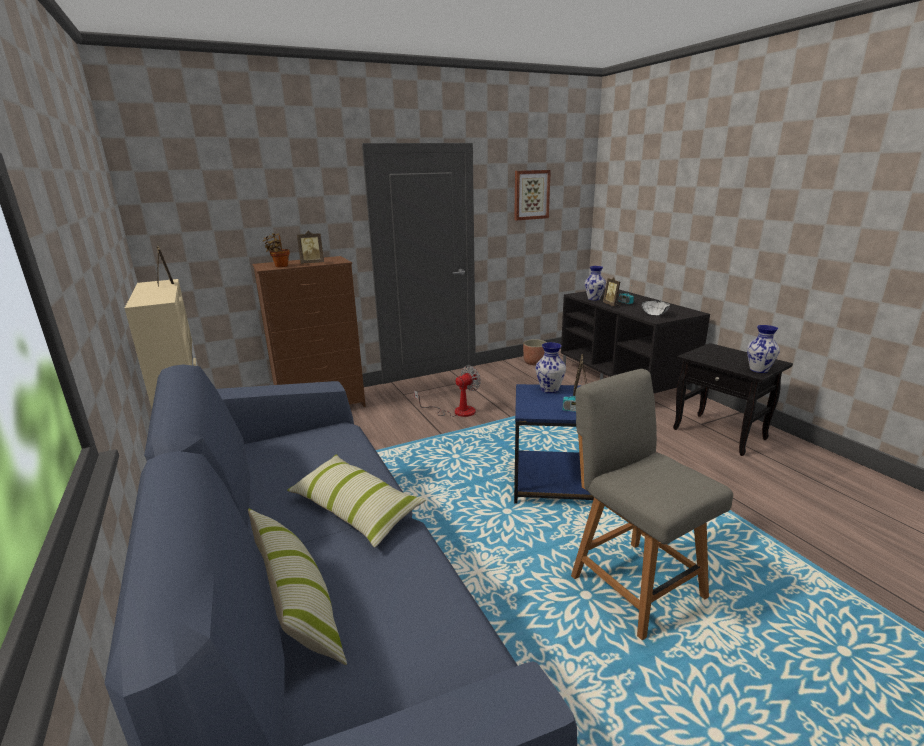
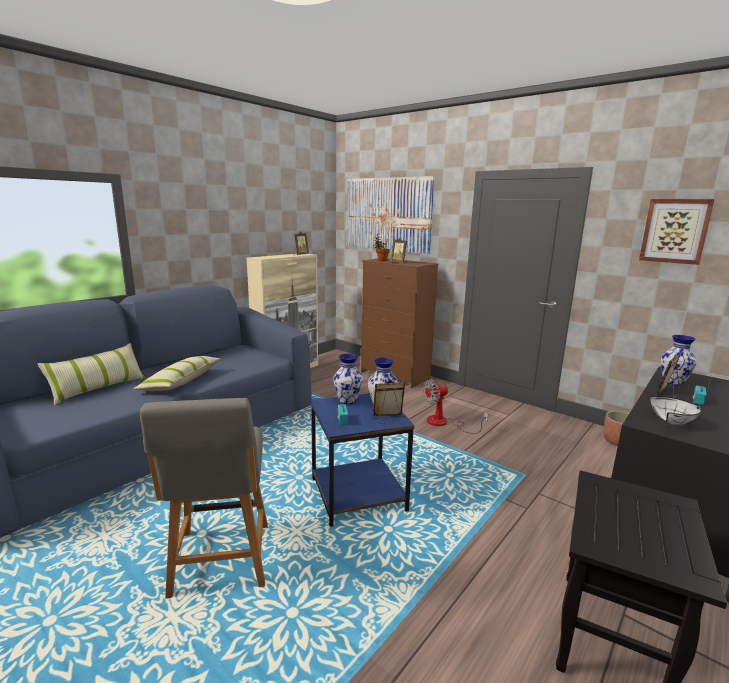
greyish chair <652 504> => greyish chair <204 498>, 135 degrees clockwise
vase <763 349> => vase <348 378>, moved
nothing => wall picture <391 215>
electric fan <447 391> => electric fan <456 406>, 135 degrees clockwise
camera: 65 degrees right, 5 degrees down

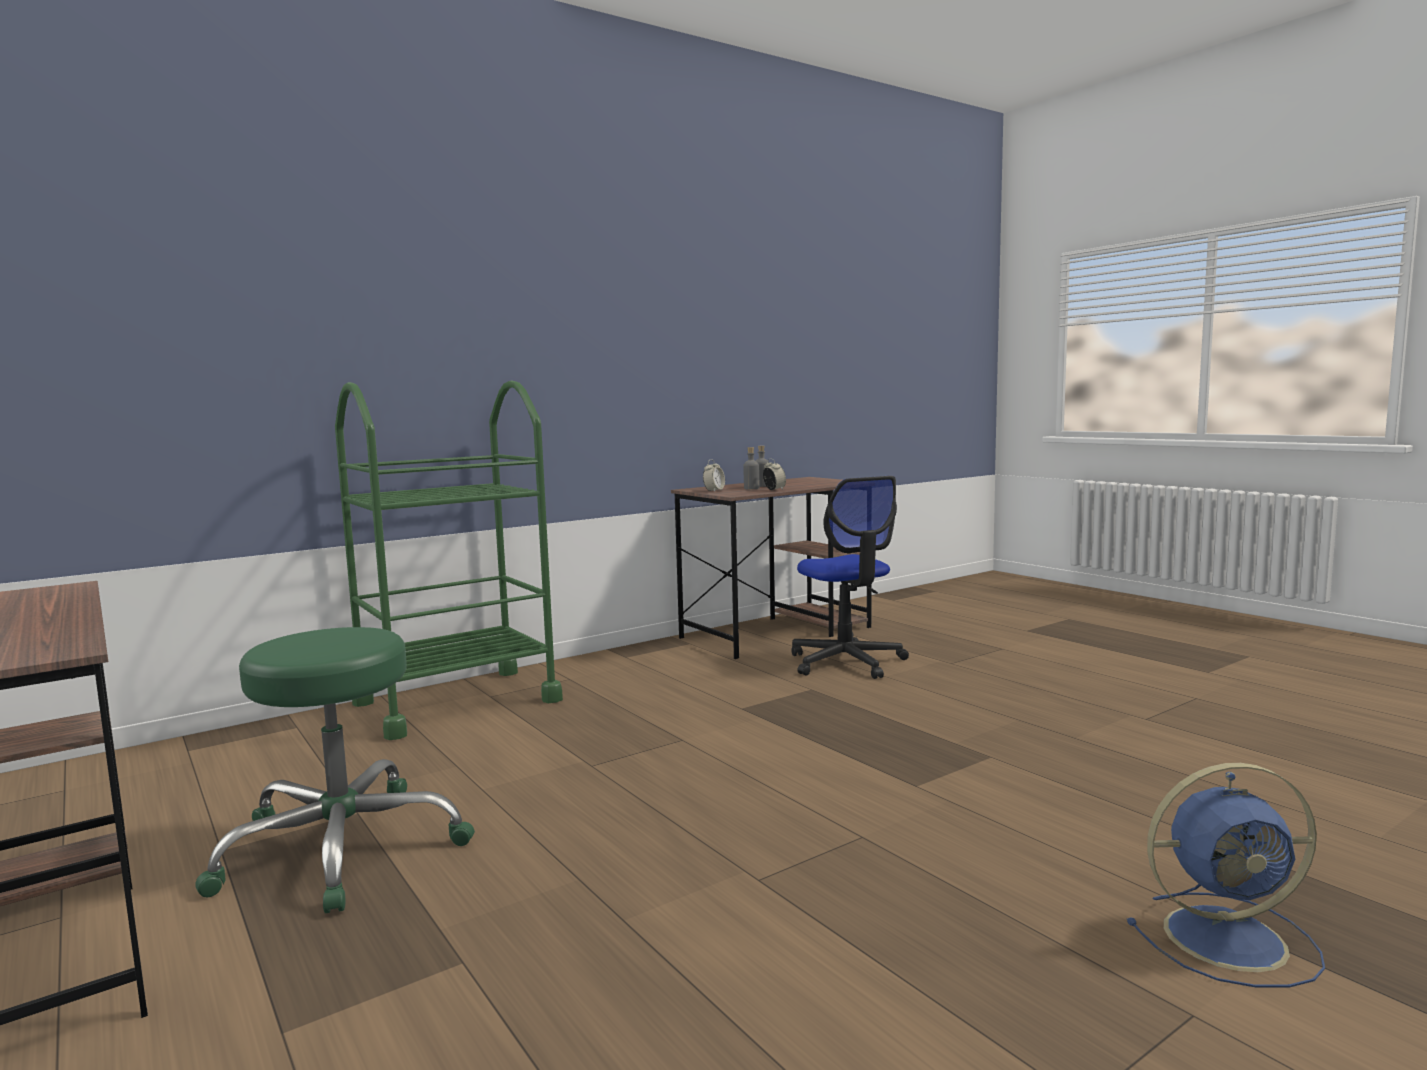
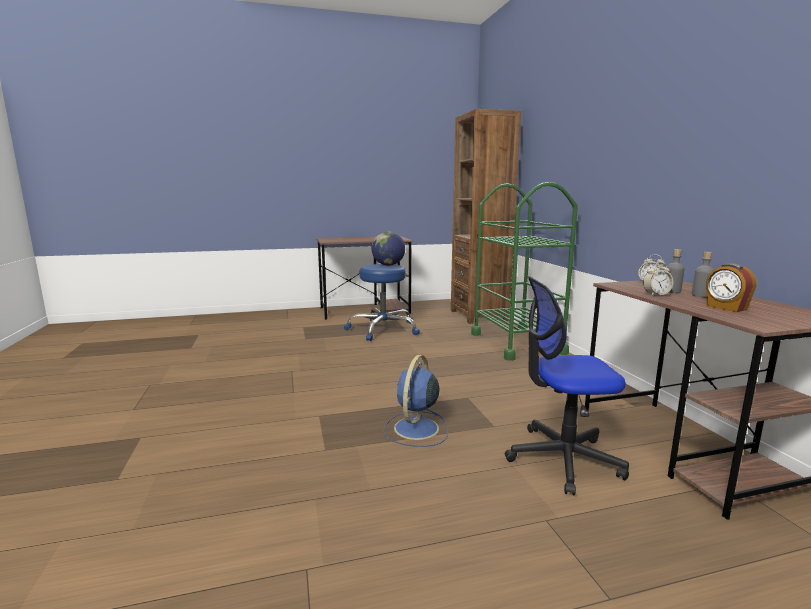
greenish stool <335 770> => bluish stool <382 302>
nothing => globe <388 248>
bluish electric fan <1225 875> => bluish electric fan <415 401>, moved
nothing => brown-coloured shelving unit <486 216>
nothing => alarm clock <731 287>
camera: 110 degrees right, 5 degrees up

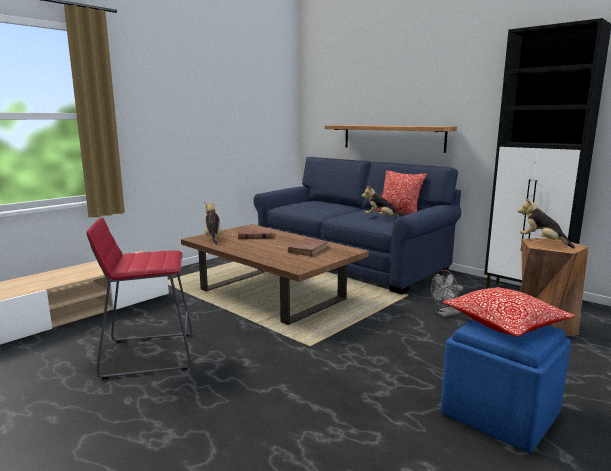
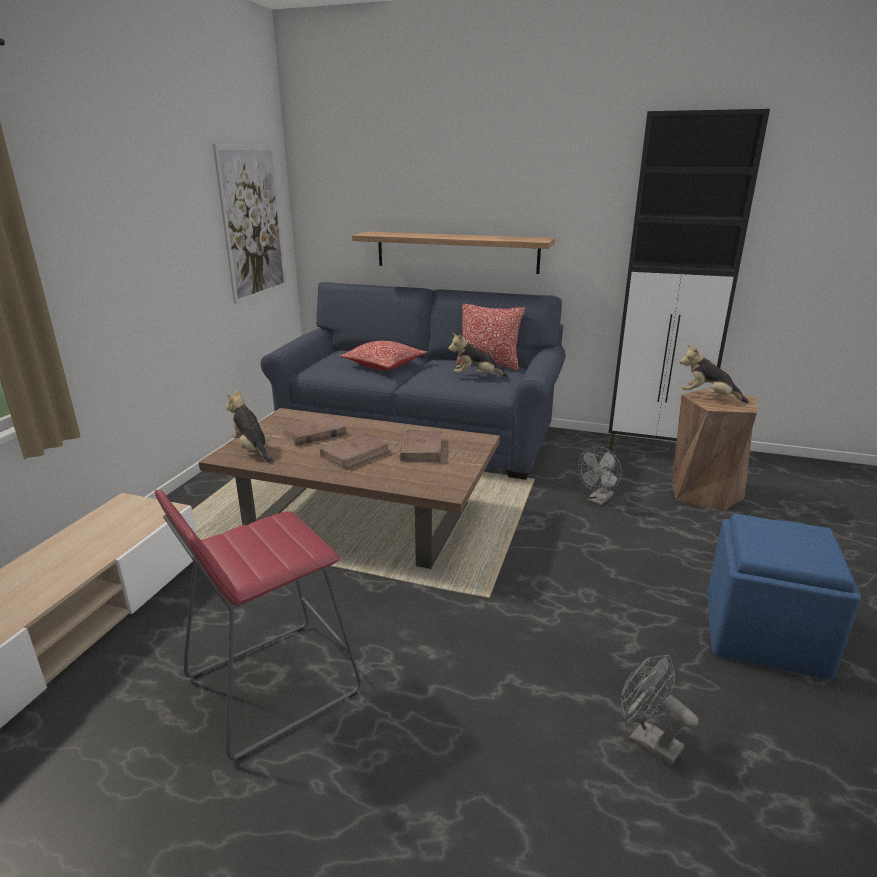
nothing => wall picture <250 224>
nothing => brown-coloured book <355 451>
cushion <509 312> => cushion <383 355>, moved
nothing => greyish electric fan <659 709>
camera: 25 degrees left, 10 degrees up

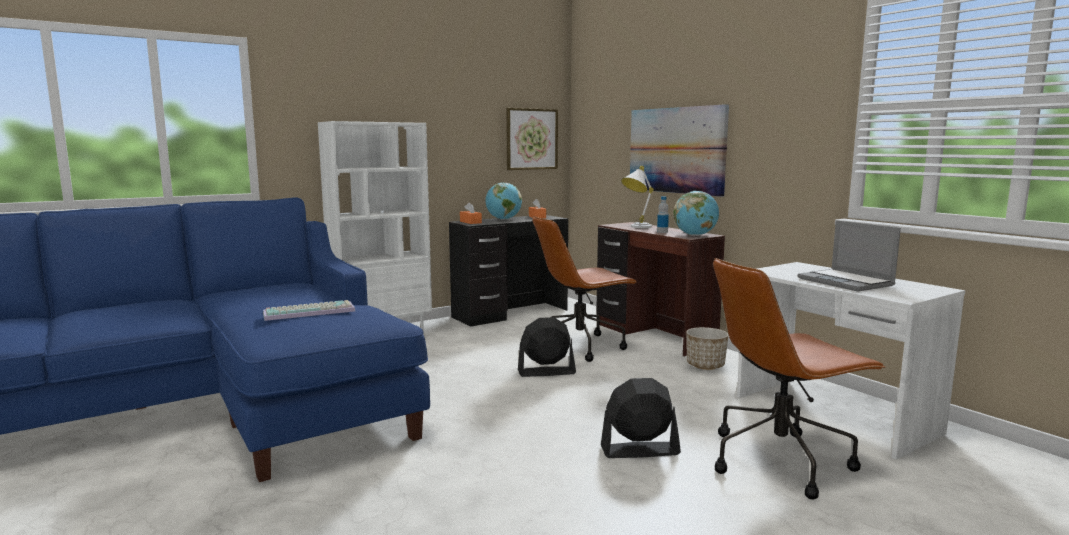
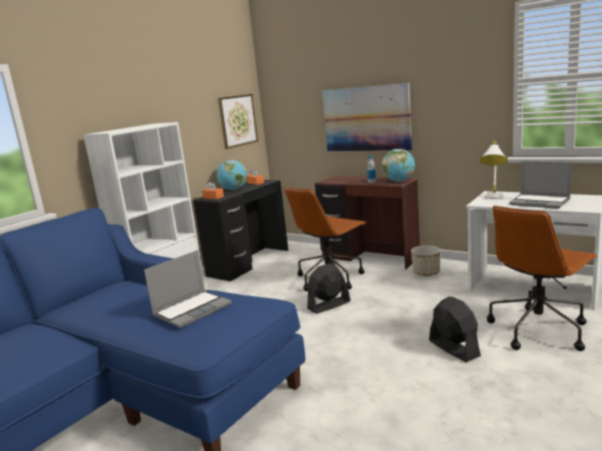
computer keyboard <309 310> => portable computer <188 289>
black electric fan <641 418> => black electric fan <455 329>, 90 degrees clockwise
white-coloured table lamp <637 197> => white-coloured table lamp <493 170>, moved
camera: 20 degrees left, 5 degrees up

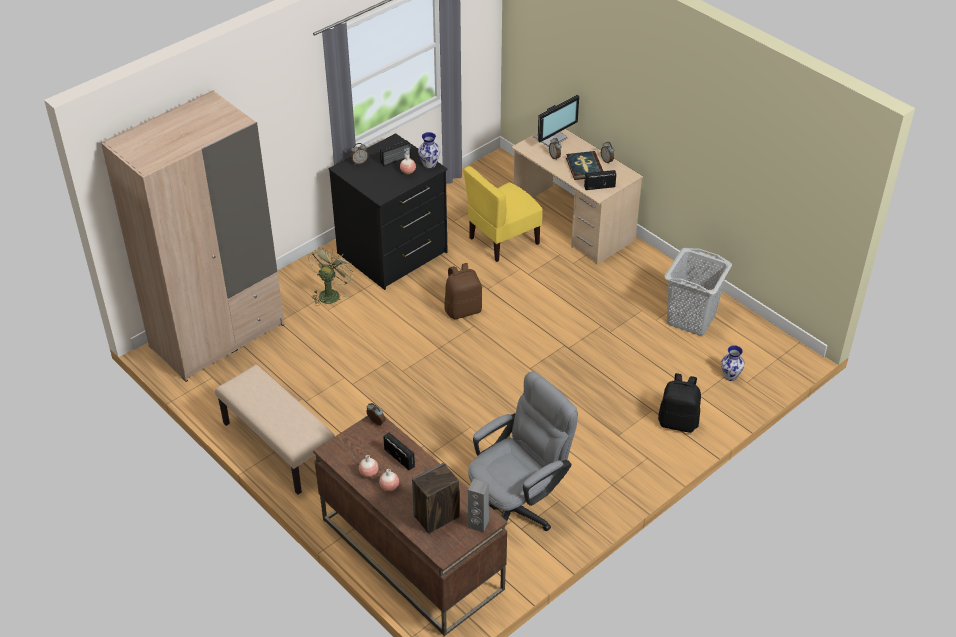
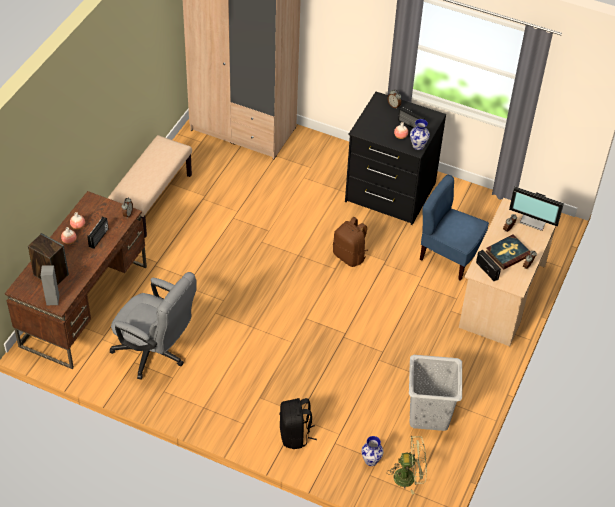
greenish electric fan <331 276> => greenish electric fan <407 465>, moved
yellow chair <503 214> => bluish chair <454 228>
camera: 65 degrees right, 5 degrees up

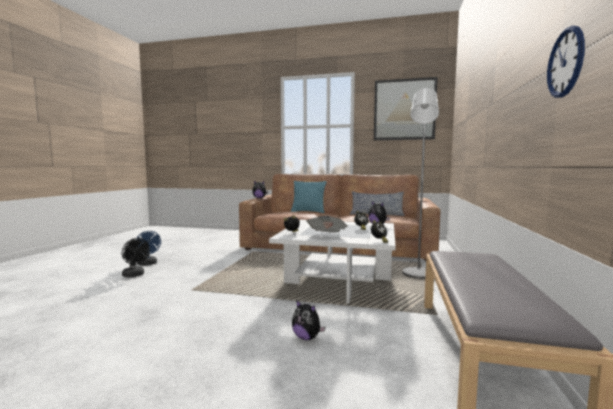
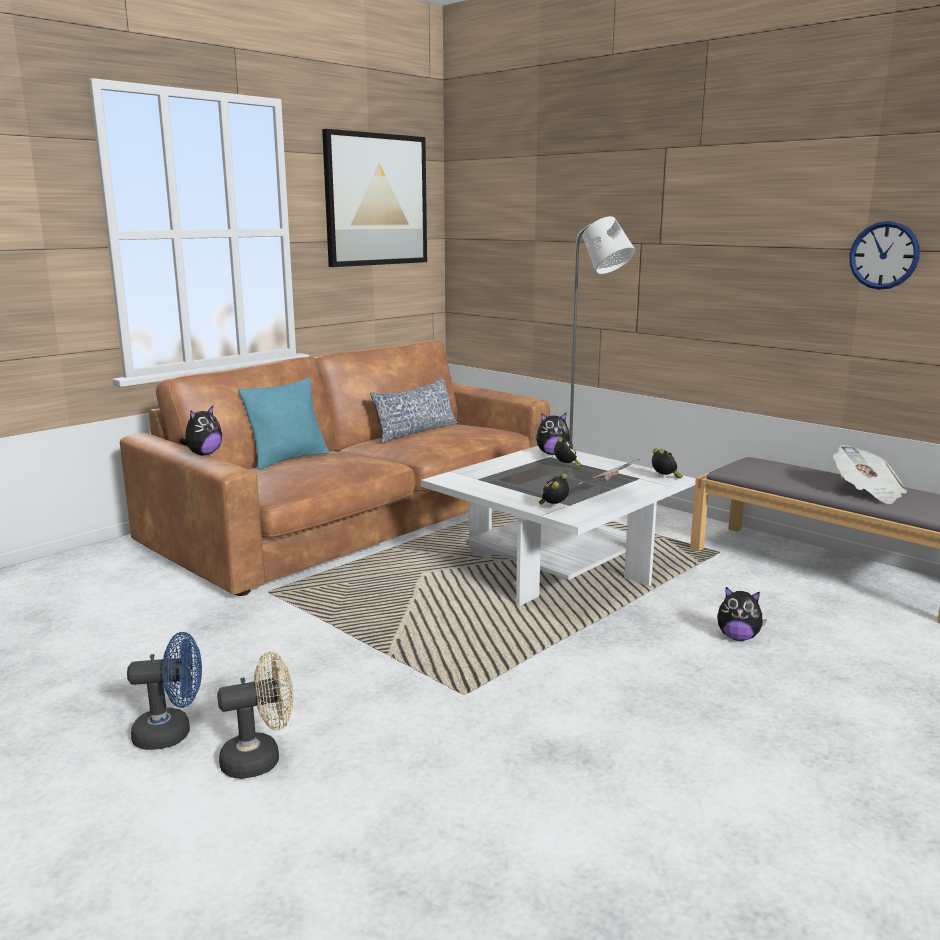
black electric fan <136 257> => beige-coloured electric fan <255 715>
soft toy <309 320> => soft toy <742 614>, 45 degrees clockwise
nothing => daily paper <870 474>
camera: 60 degrees left, 10 degrees up

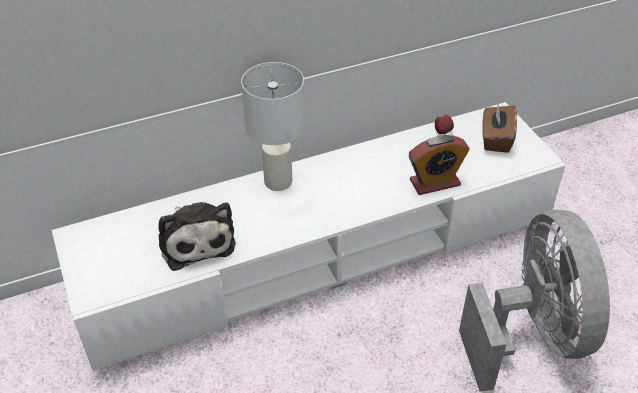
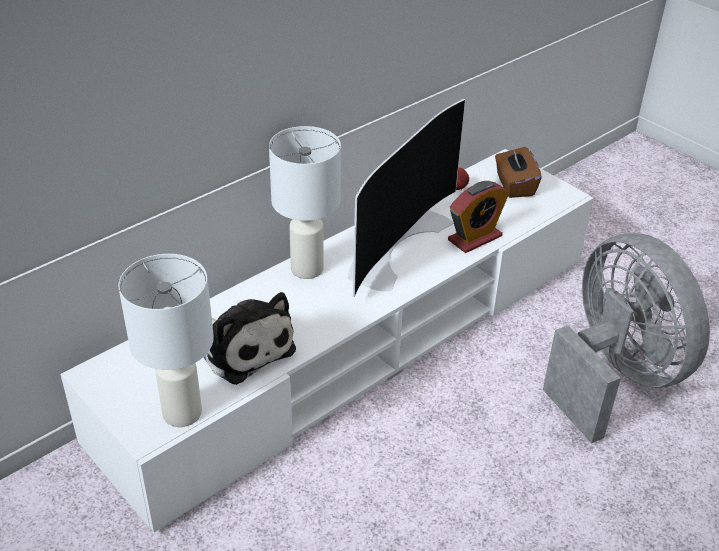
nothing => white-coloured table lamp <166 340>
nothing => television <406 198>
camera: 20 degrees left, 5 degrees down

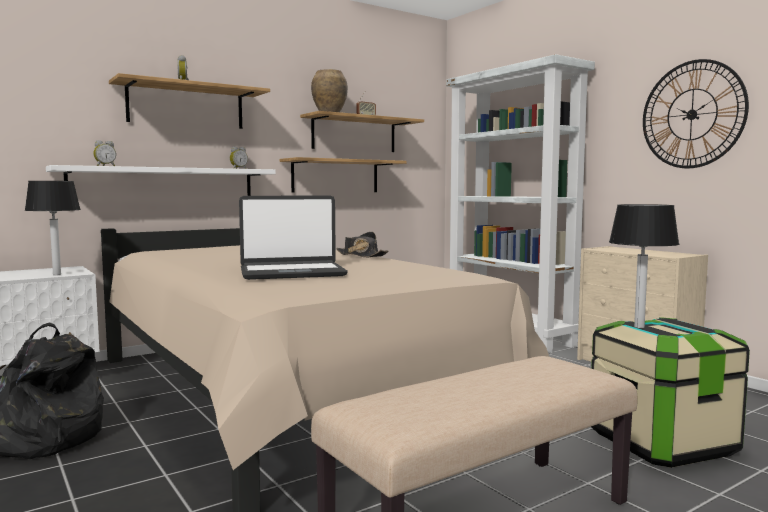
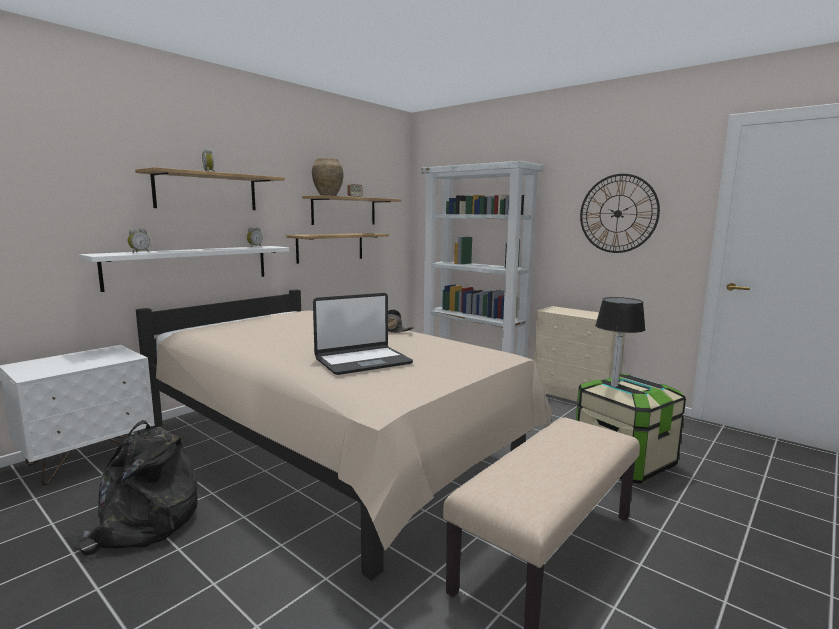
table lamp <53 228> => nothing
camera: 15 degrees left, 5 degrees up

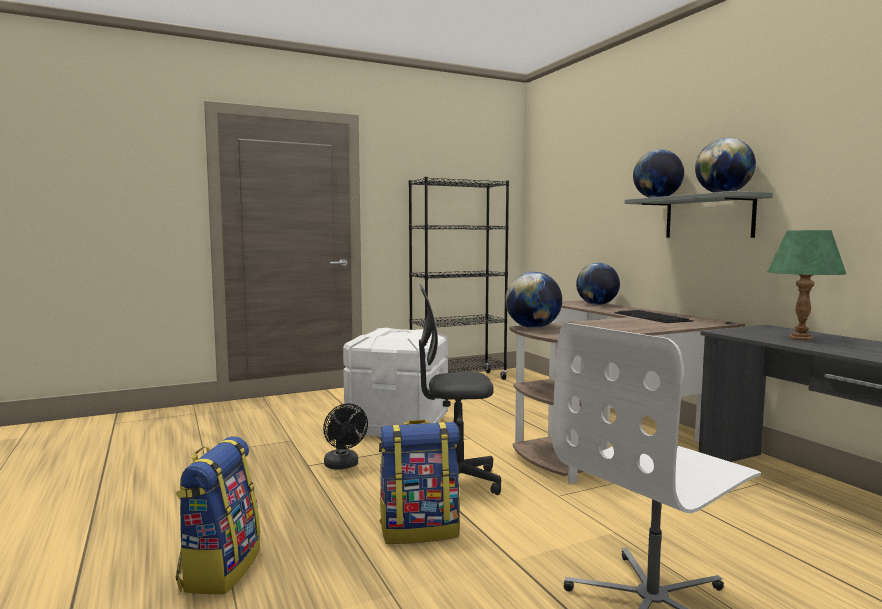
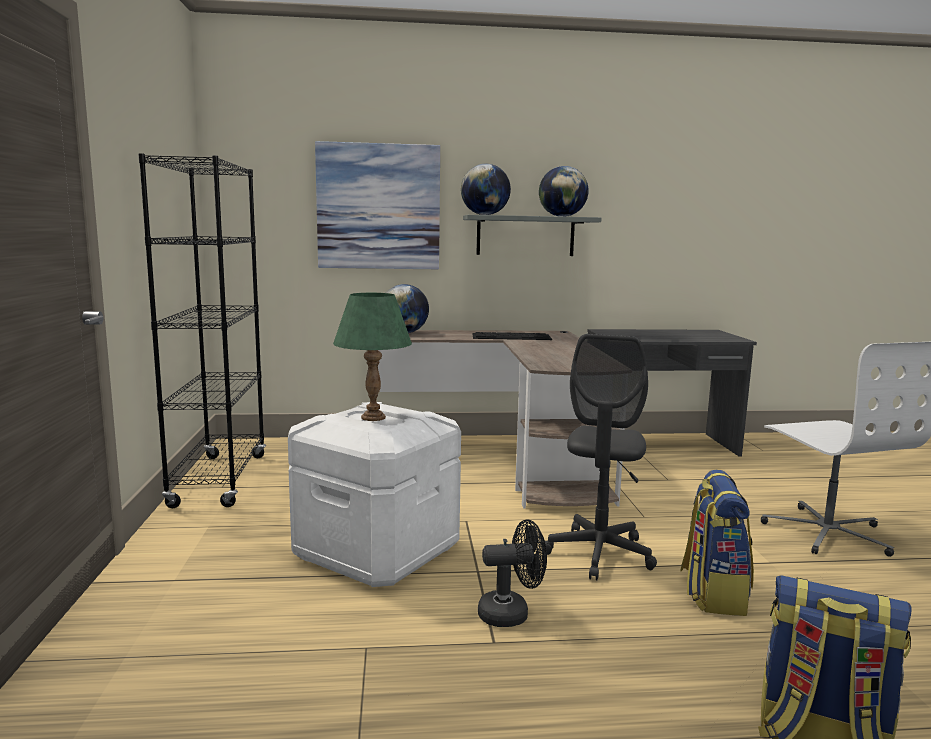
nothing => wall picture <377 205>
greenish table lamp <807 285> => greenish table lamp <372 357>, moved
globe <533 300> => nothing
camera: 70 degrees left, 5 degrees up

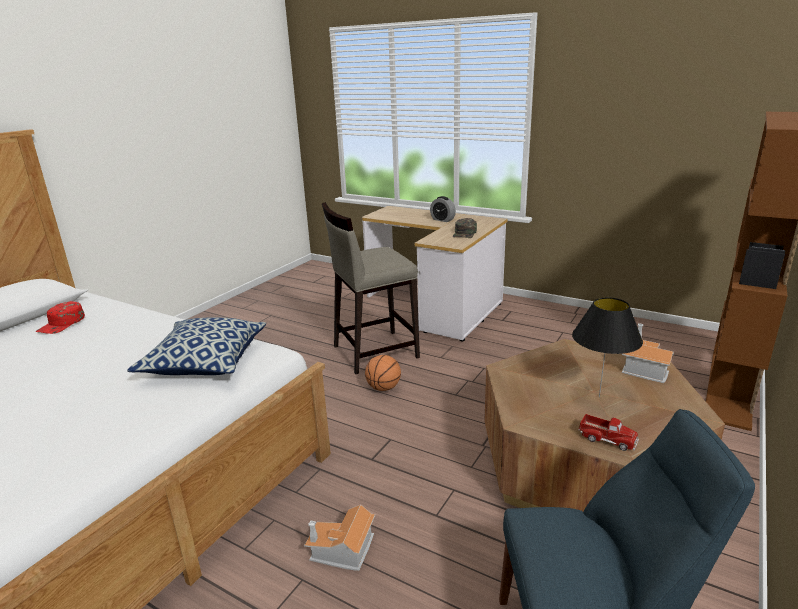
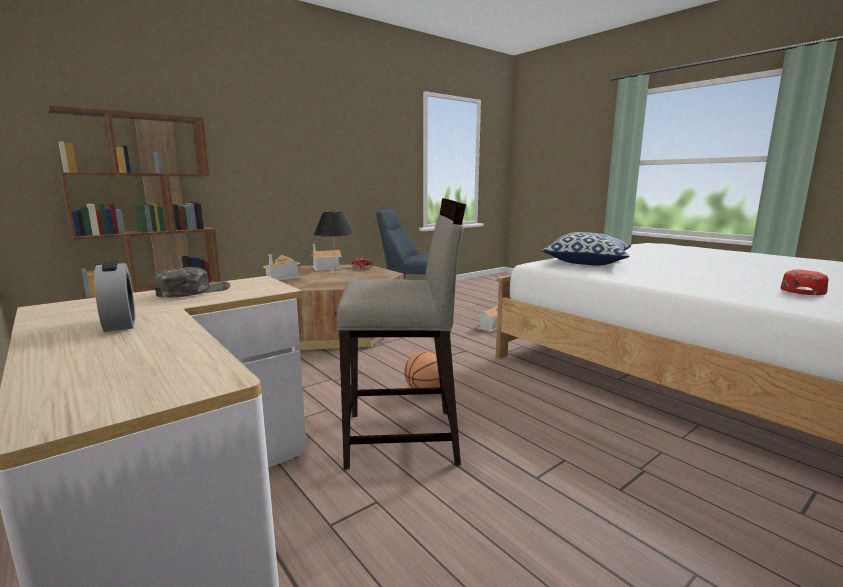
nothing => toy house <327 257>
camera: 160 degrees left, 10 degrees down

